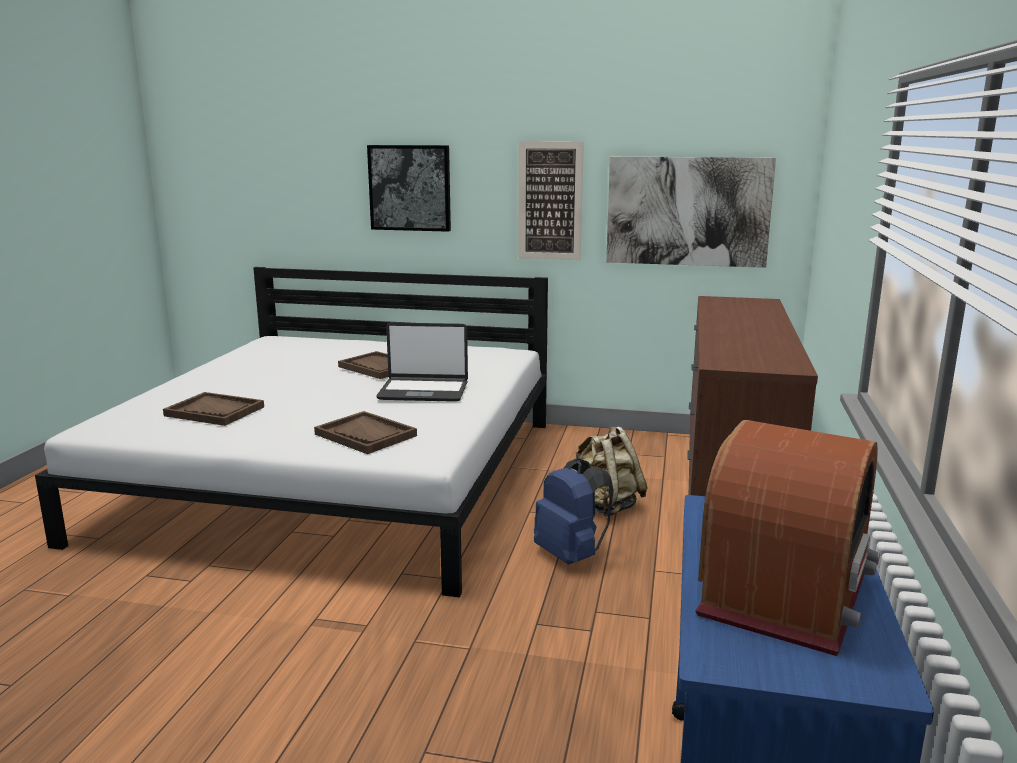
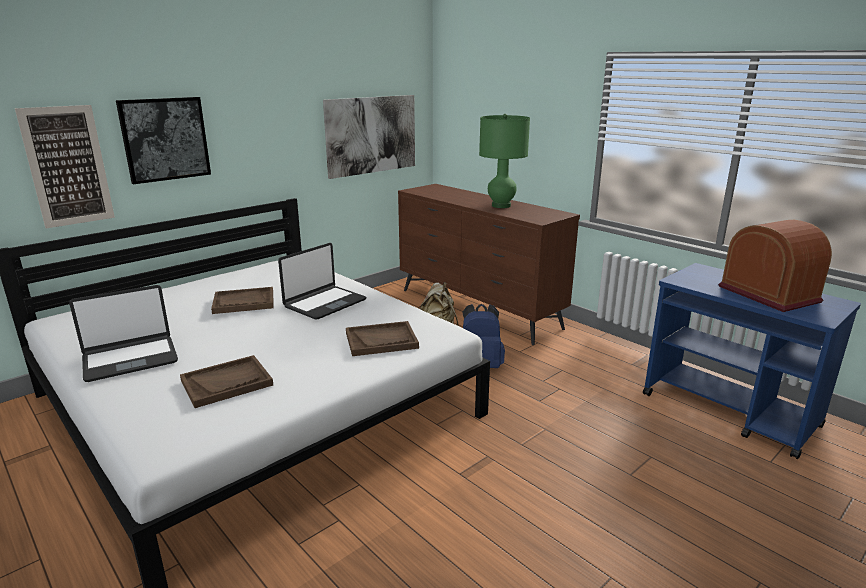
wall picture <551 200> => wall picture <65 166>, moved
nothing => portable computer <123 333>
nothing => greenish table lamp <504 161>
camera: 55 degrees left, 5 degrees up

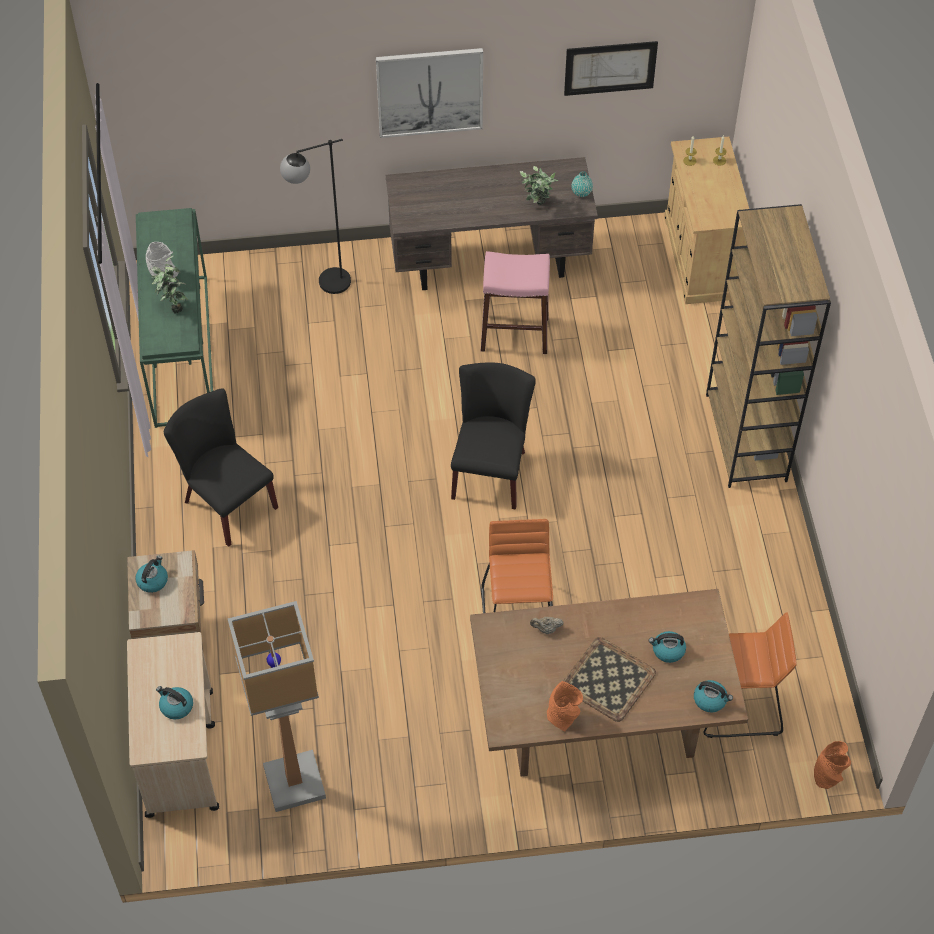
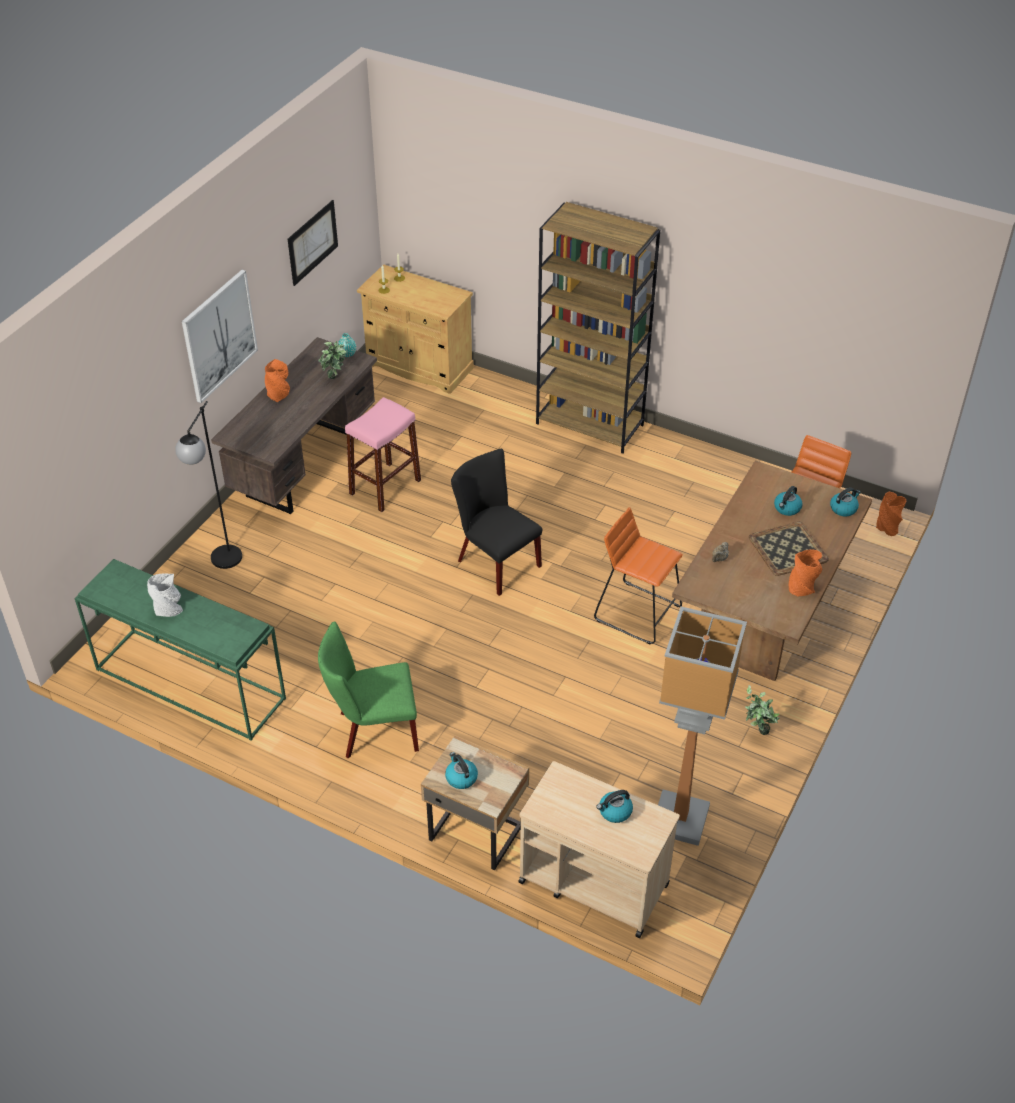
nothing => orange vase <277 380>
black chair <221 467> => greenish chair <368 689>
houseplant <169 284> => houseplant <762 710>, moved
camera: 55 degrees left, 10 degrees down

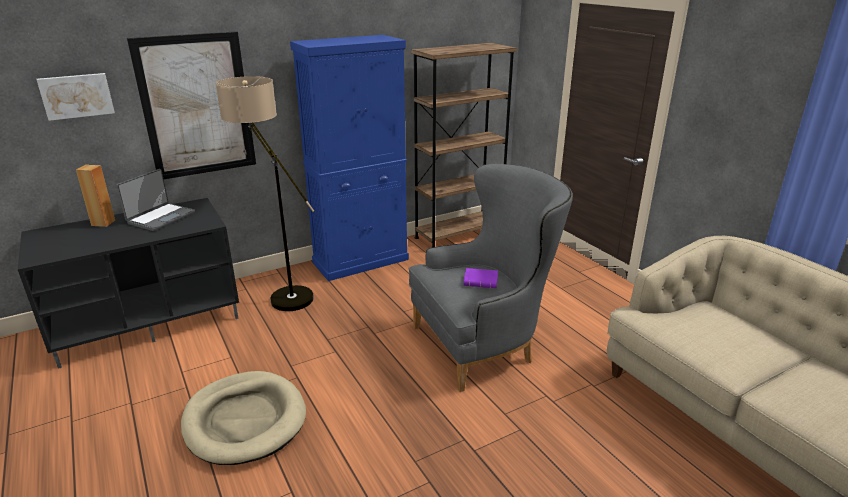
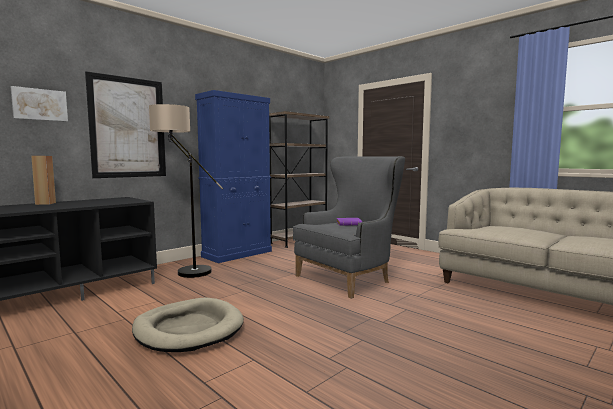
portable computer <155 200> => nothing
camera: 15 degrees left, 20 degrees down

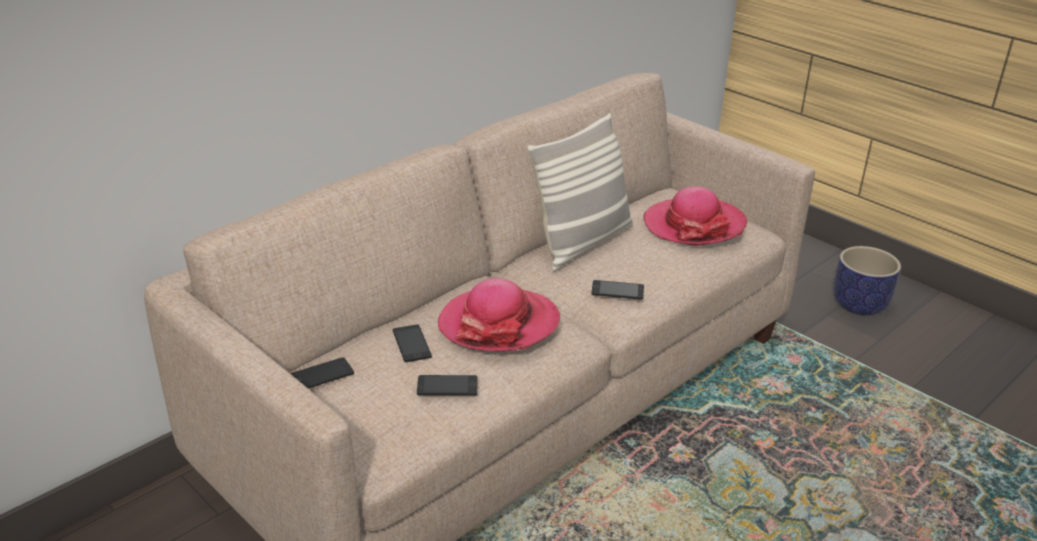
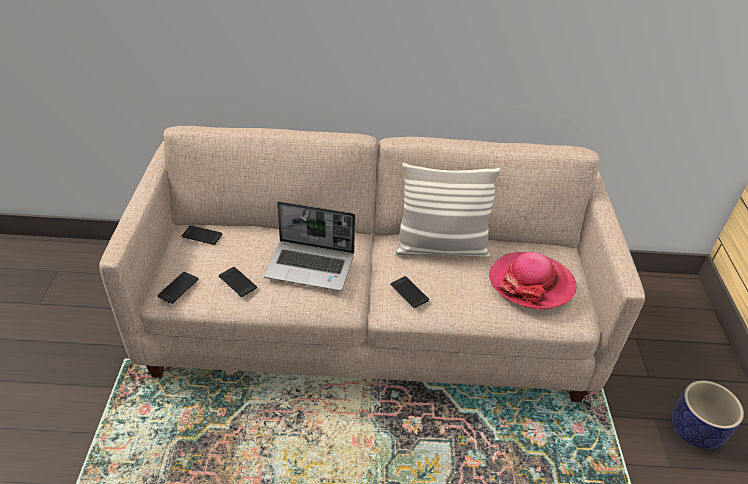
telephone <412 343> => telephone <178 288>, moved
hat <499 315> => portable computer <309 246>
camera: 45 degrees right, 10 degrees up

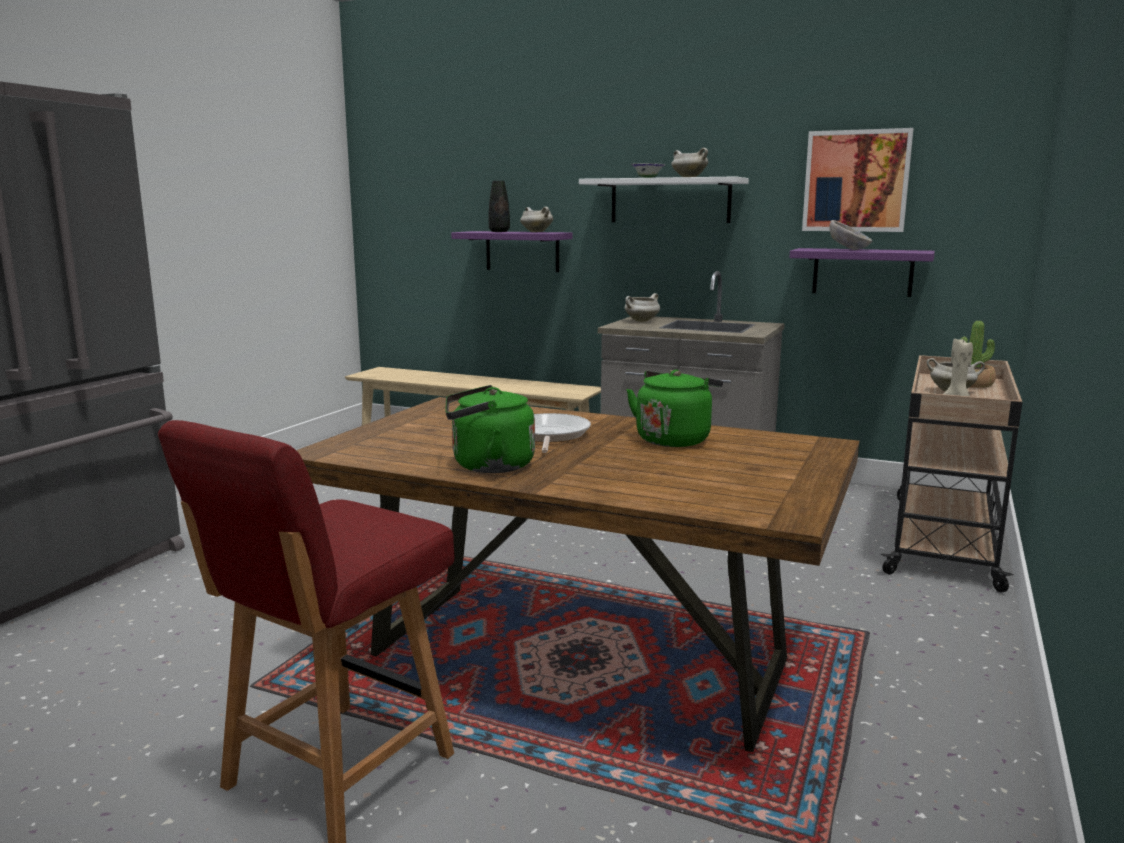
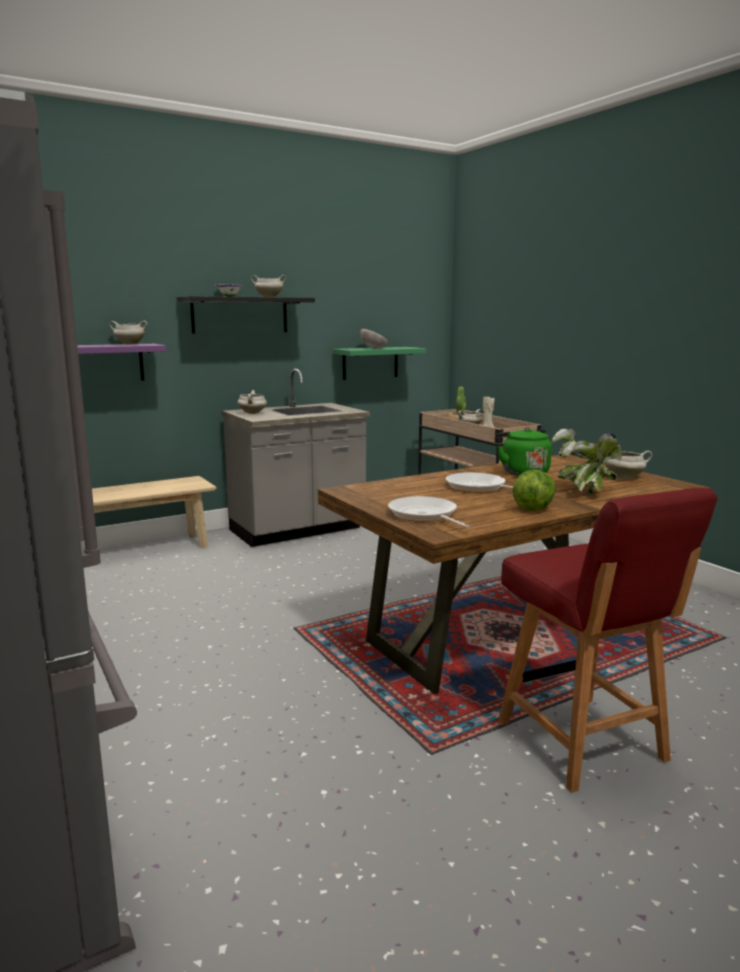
white-coloured bracket shelf <664 200> => black bracket shelf <246 314>
purplish bracket shelf <862 272> => greenish bracket shelf <379 363>
nothing => pan <429 512>
greenish kettle <490 429> => lettuce <534 489>
nothing => houseplant <587 462>
nothing => white-coloured saucepot <628 465>
black vase <499 206> => nothing
wall picture <858 180> => nothing
camera: 55 degrees left, 0 degrees up

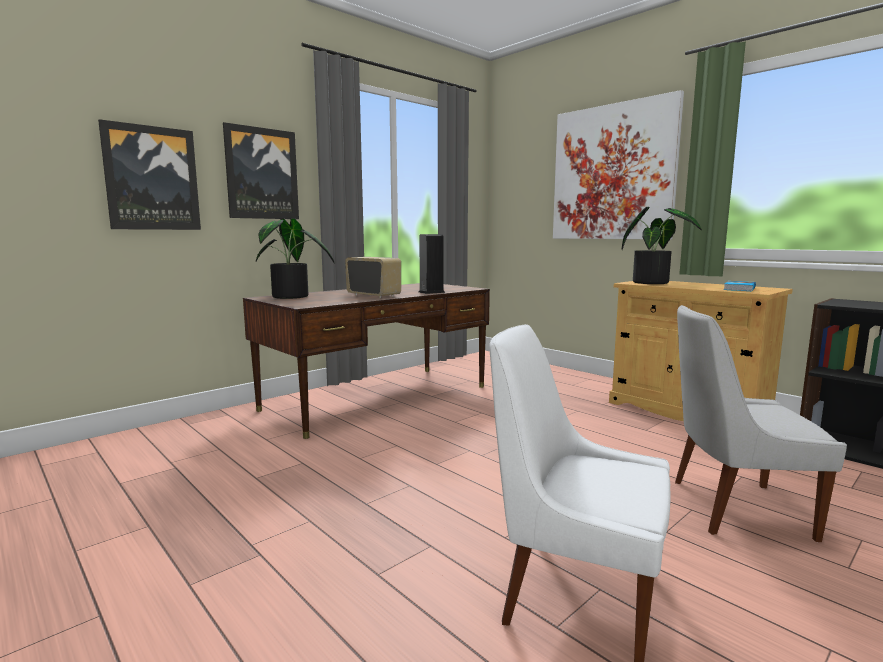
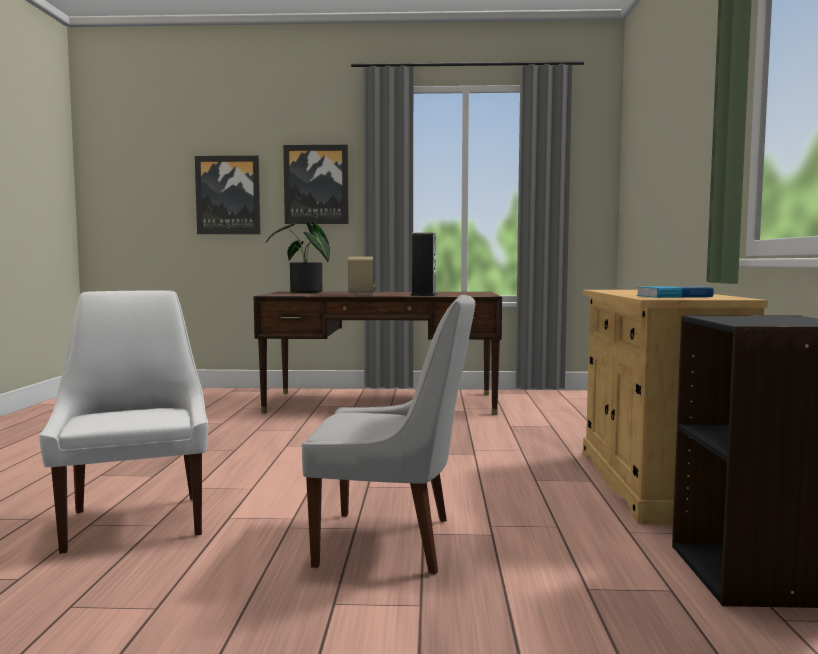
white-coloured chair <761 423> => white-coloured chair <388 435>, 135 degrees clockwise
wall picture <618 164> => nothing
houseplant <662 245> => nothing
camera: 45 degrees right, 5 degrees down

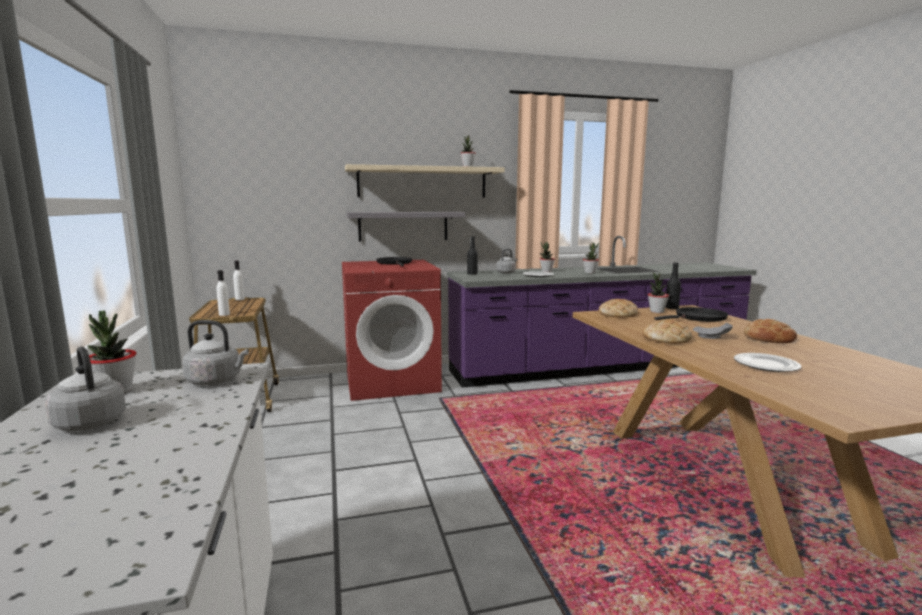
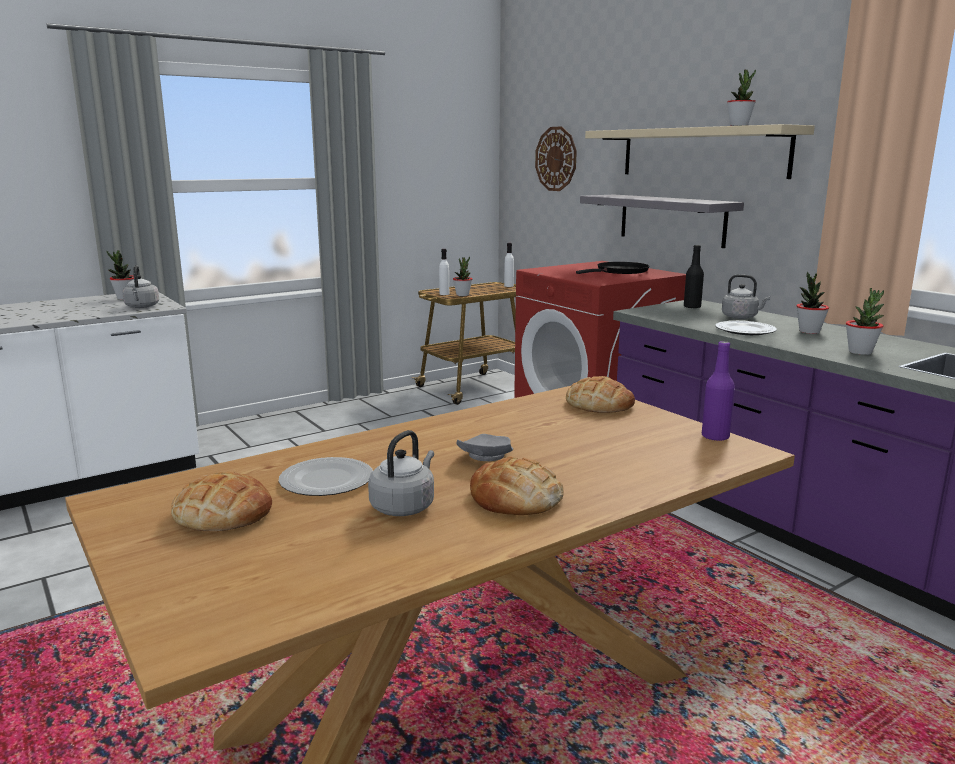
bakery bread <667 332> => bakery bread <221 501>, moved
greyish kettle <85 388> => greyish kettle <401 473>, moved
houseplant <658 292> => houseplant <462 276>, moved
nothing => hanging clock <556 158>
black drink bottle <673 286> => purplish drink bottle <718 391>
black pan <691 314> => nothing
camera: 70 degrees right, 5 degrees up

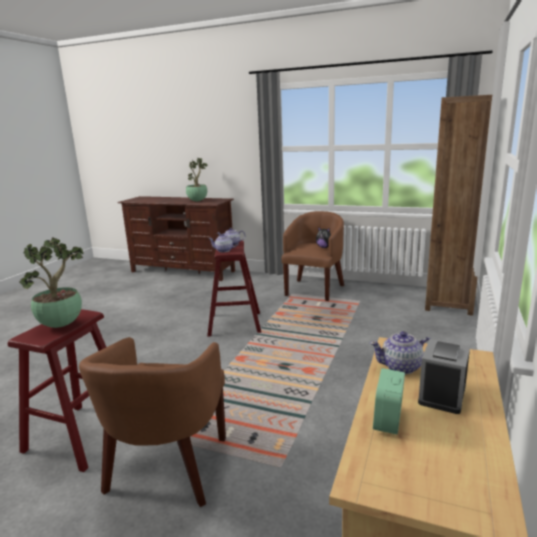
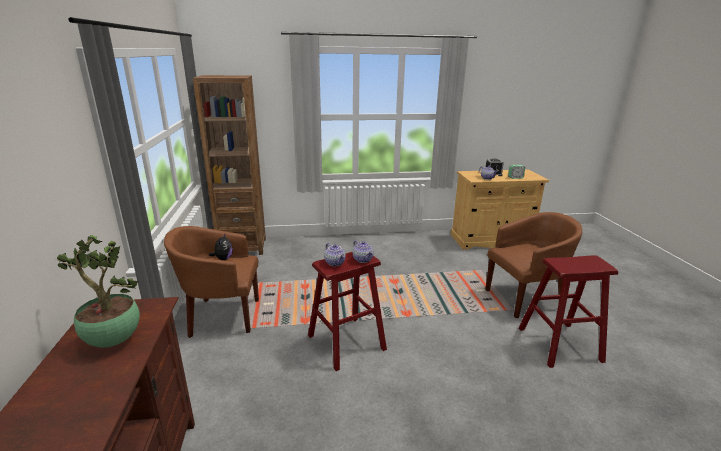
houseplant <51 282> => nothing
camera: 120 degrees left, 5 degrees up

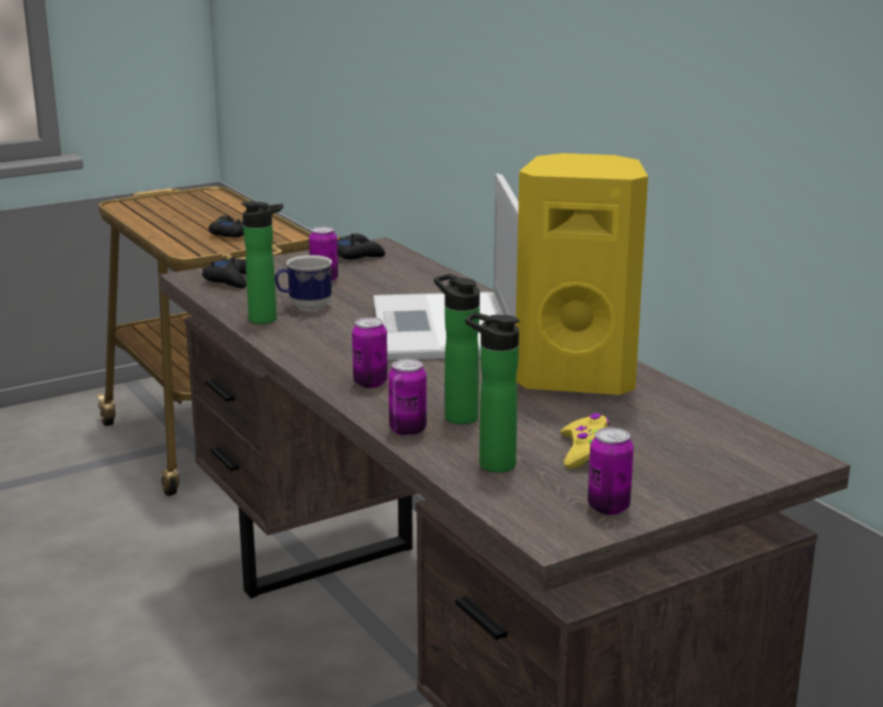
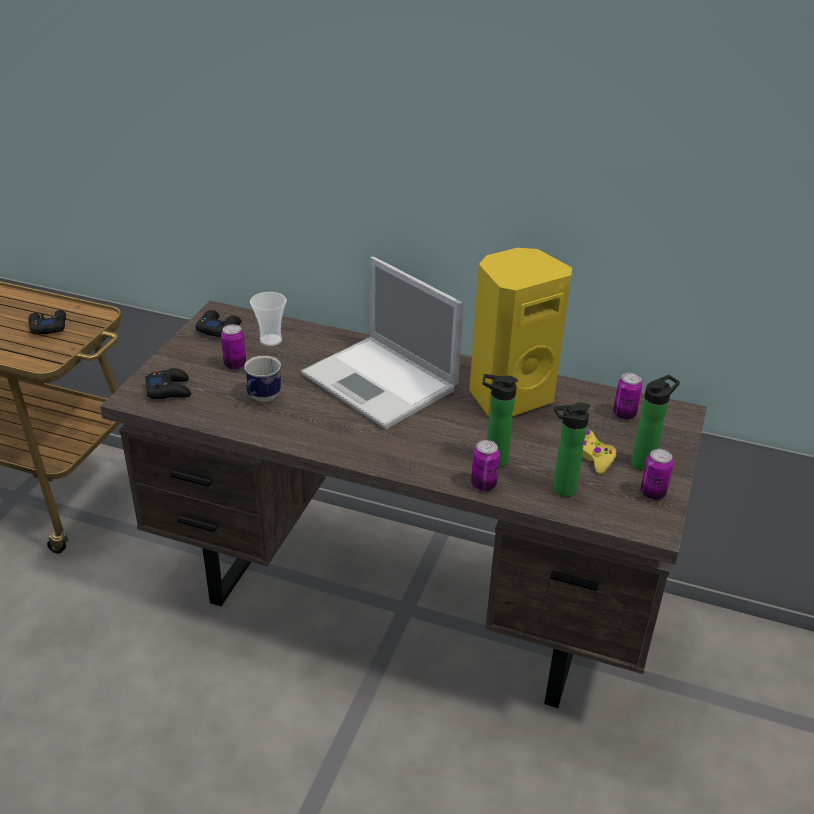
nothing => drinking cup <268 319>
sealed can <370 352> => sealed can <627 396>, moved
drink bottle <262 262> => drink bottle <655 423>, moved
camera: 40 degrees left, 15 degrees up

